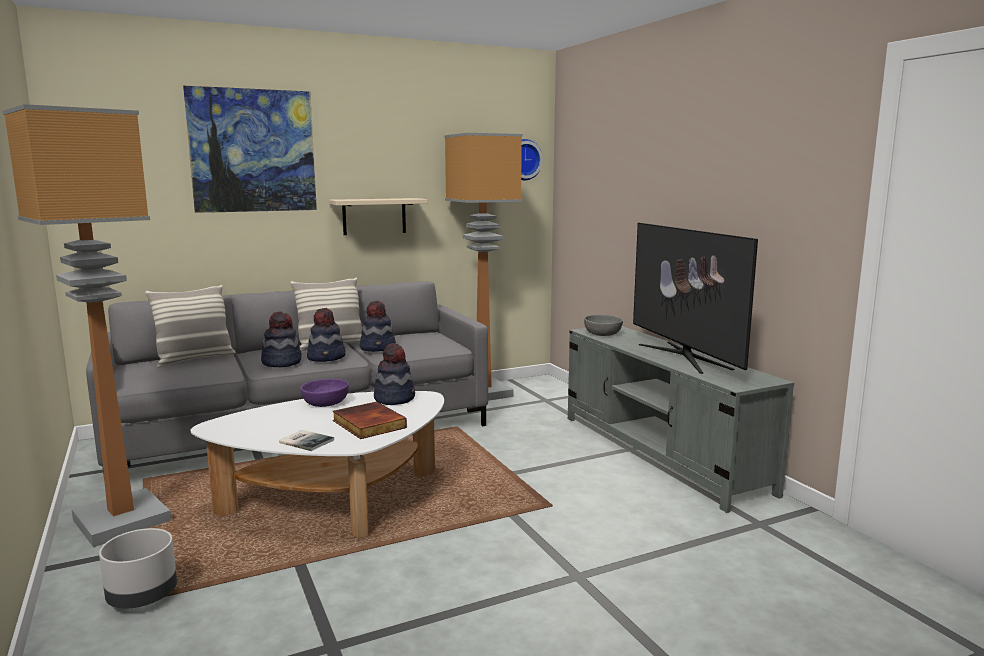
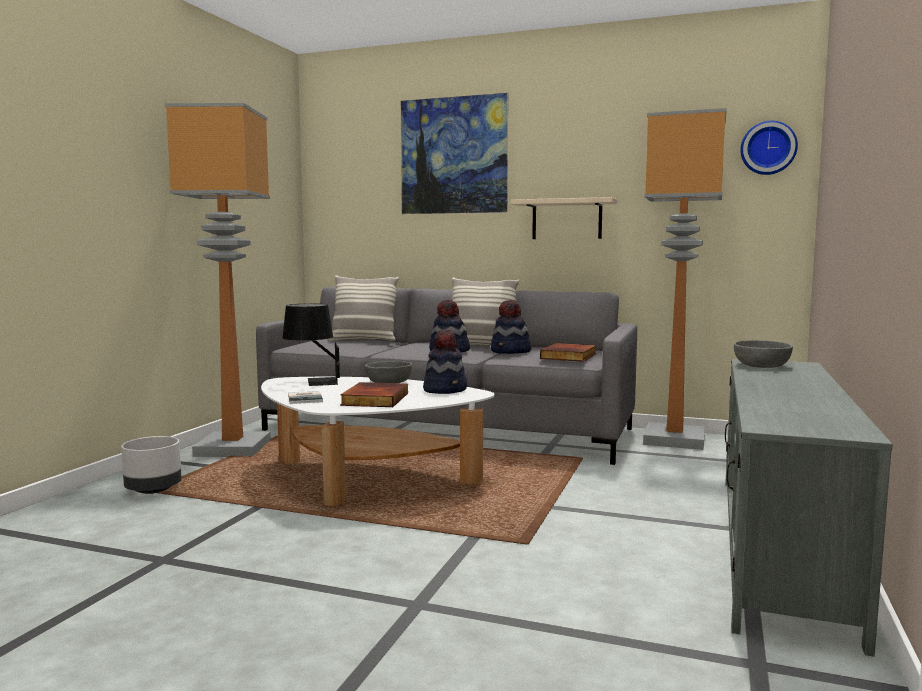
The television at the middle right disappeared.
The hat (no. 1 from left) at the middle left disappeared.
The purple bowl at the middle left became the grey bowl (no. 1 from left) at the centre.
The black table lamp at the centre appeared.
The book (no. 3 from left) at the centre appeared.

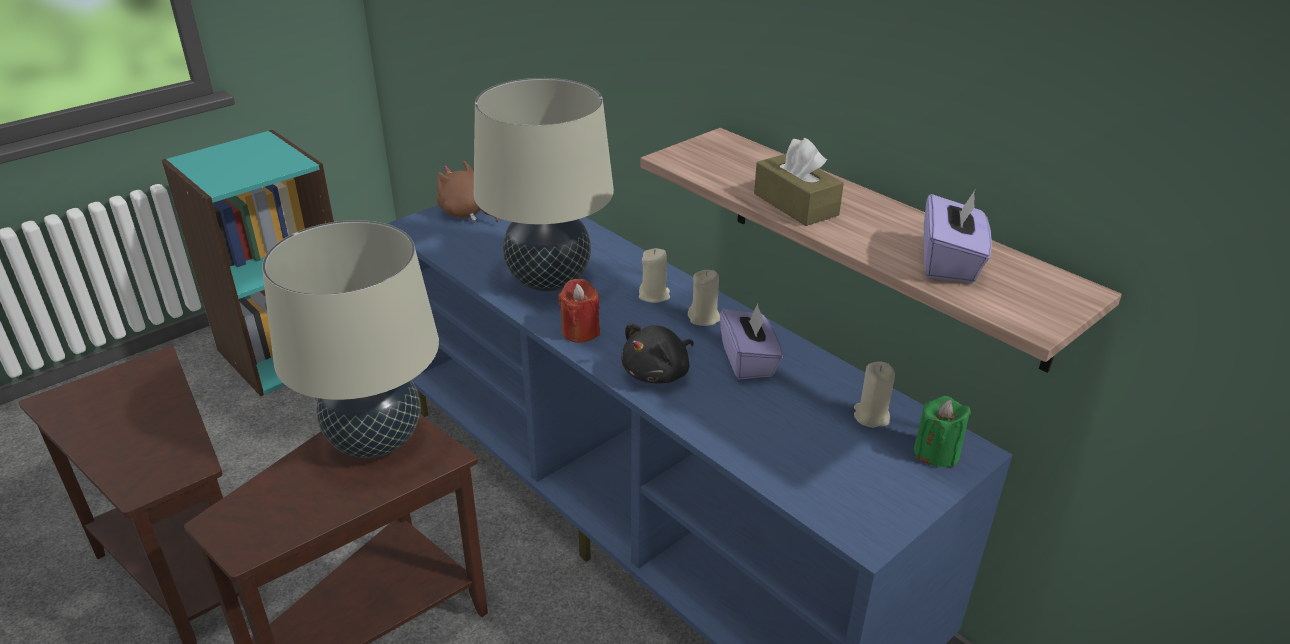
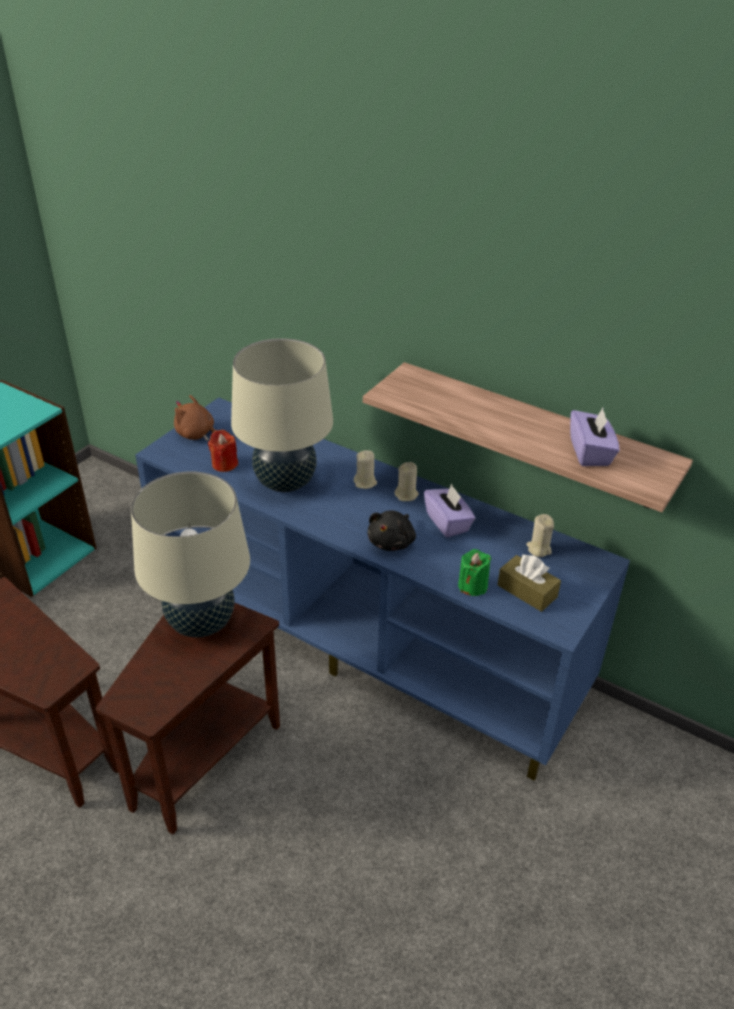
The brown tissue box moved from the top centre to the middle right.
The red candle moved from the centre to the middle left.
The green candle moved from the bottom right to the centre.

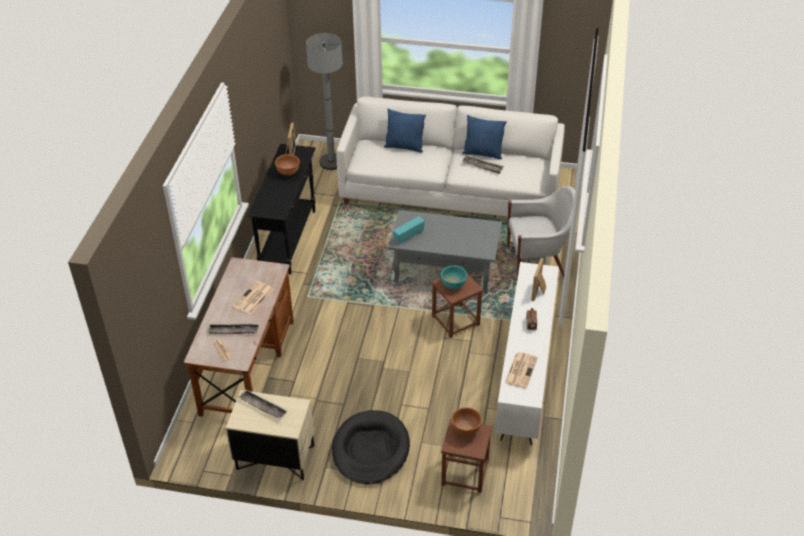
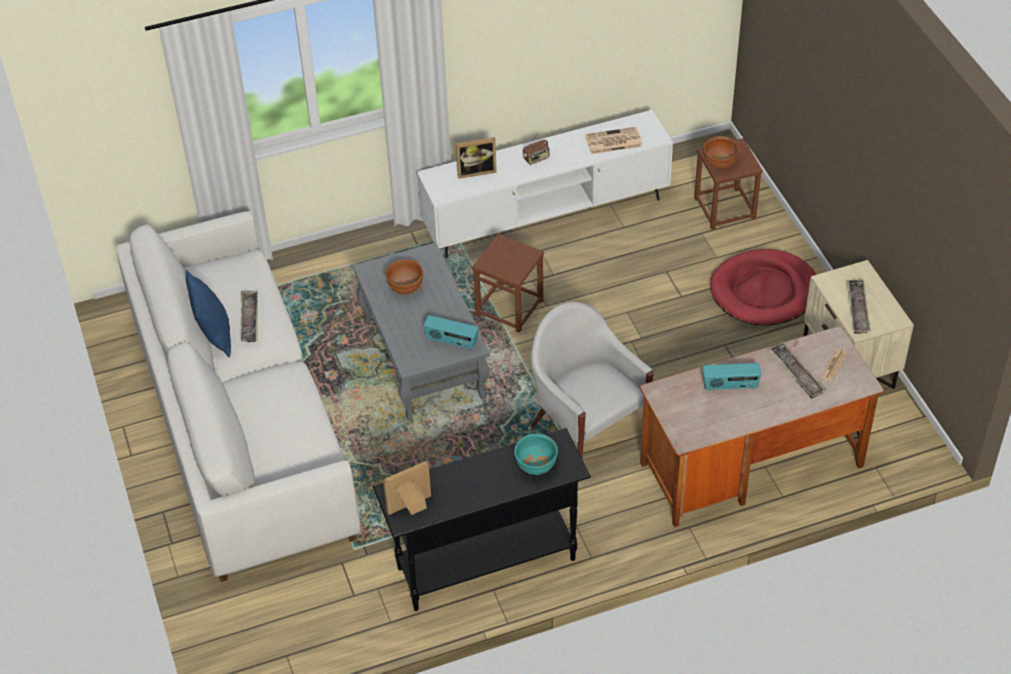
The grey floor lamp at the top centre disappeared.
The blue pillow (no. 1 from left) at the top centre disappeared.
The brown bowl (no. 1 from left) moved from the top centre to the centre.
The white armchair moved from the middle right to the centre.
The turquoise bowl moved from the centre to the bottom centre.
The newspaper (no. 2 from left) at the middle left was replaced by the radio (no. 3 from left) at the middle right.
The black dog bed at the bottom centre became the red dog bed at the middle right.

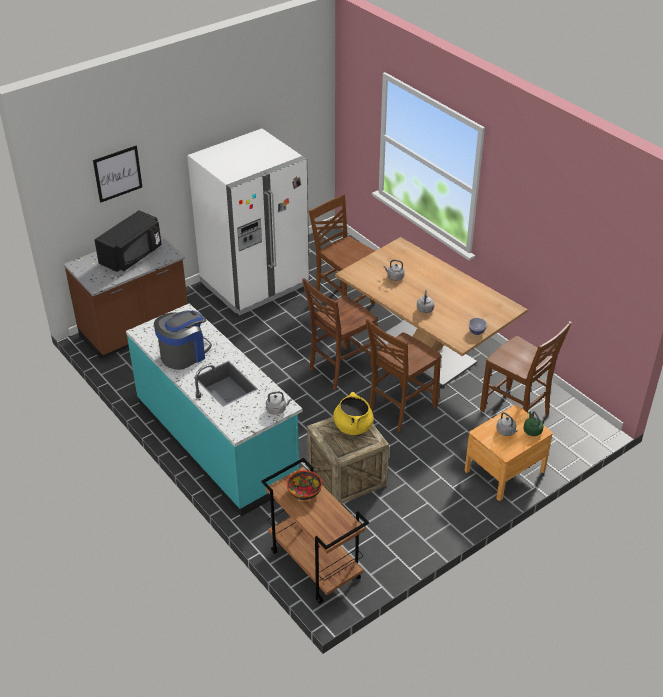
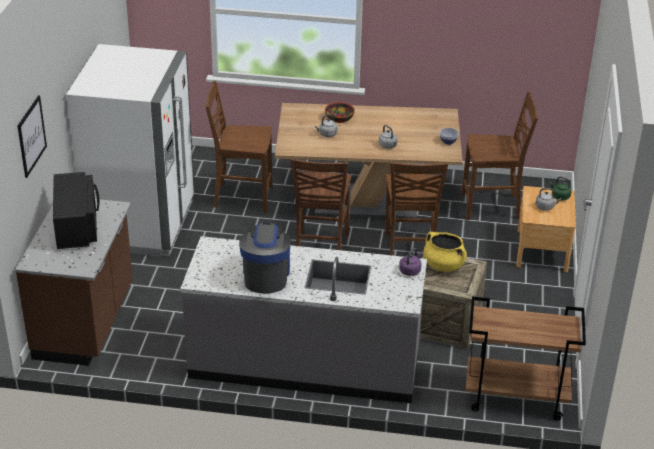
The turquoise counter at the middle left became the grey counter at the bottom centre.
The grey kettle (no. 1 from left) at the centre became the purple kettle at the centre.
The bowl (no. 1 from left) moved from the bottom centre to the top centre.

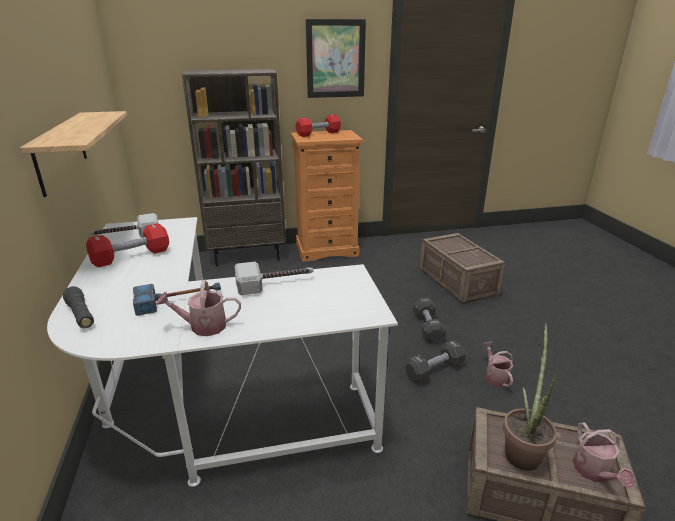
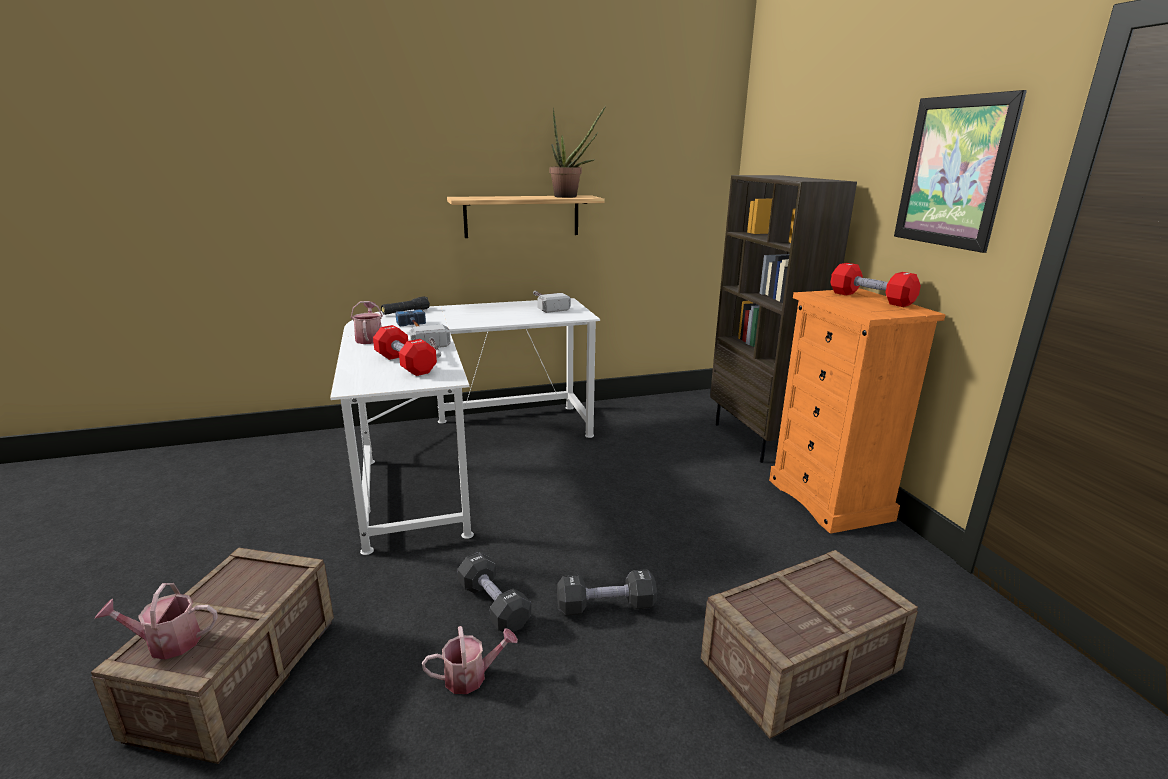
The red dumbbell (no. 1 from left) moved from the middle left to the centre.
The potted plant moved from the bottom right to the top centre.

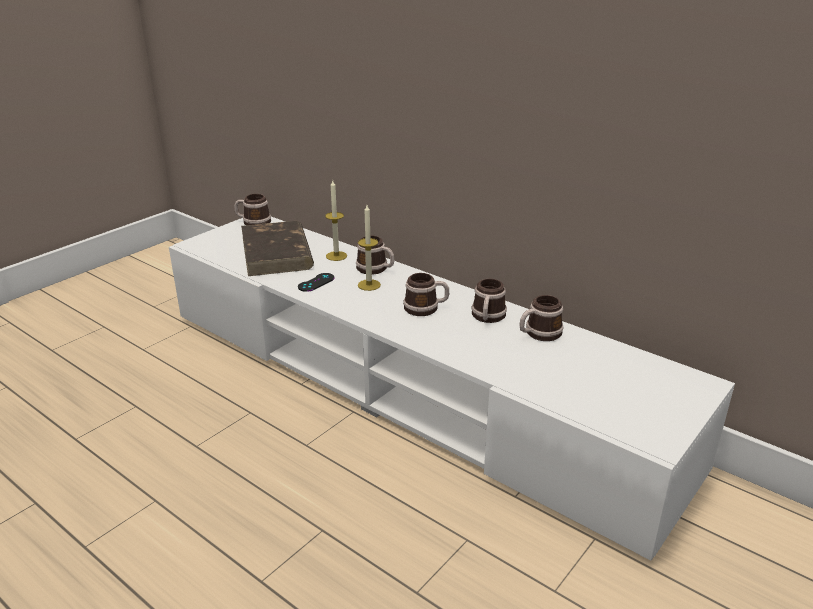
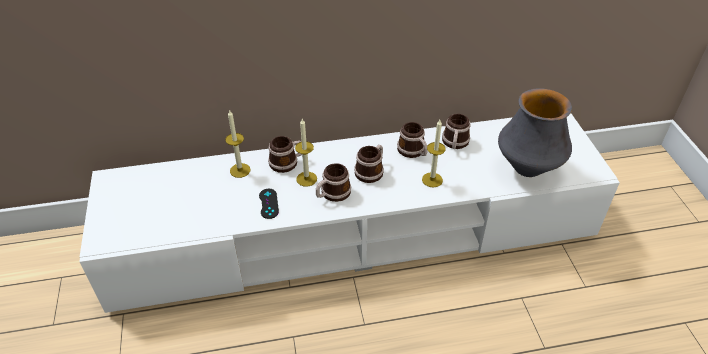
The mug (no. 1 from left in the first image) moved from the middle left to the centre.
The brown book at the centre disappeared.
The vase at the middle right appeared.
The candle (no. 3 from left) at the centre appeared.

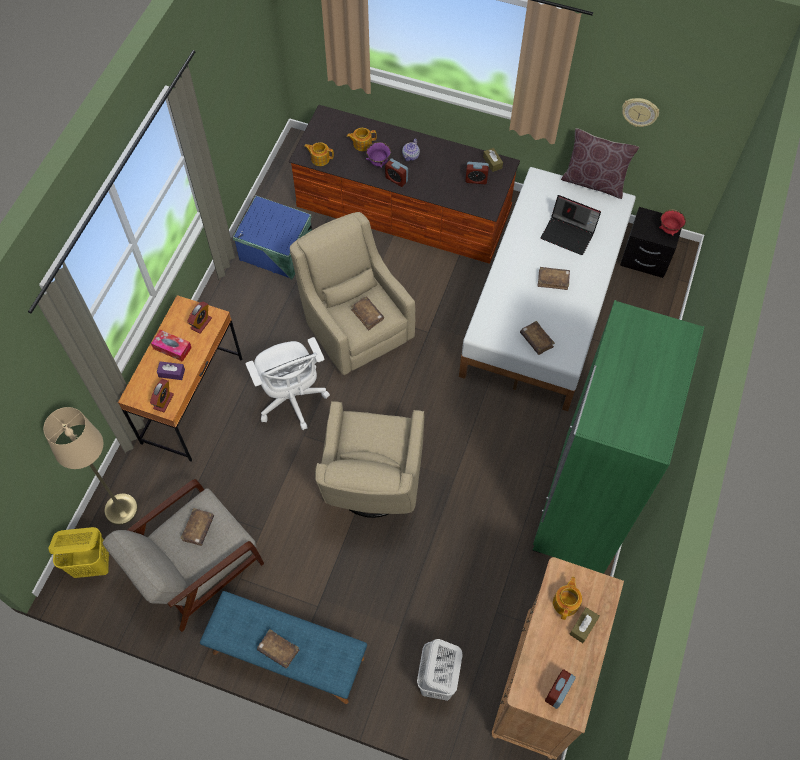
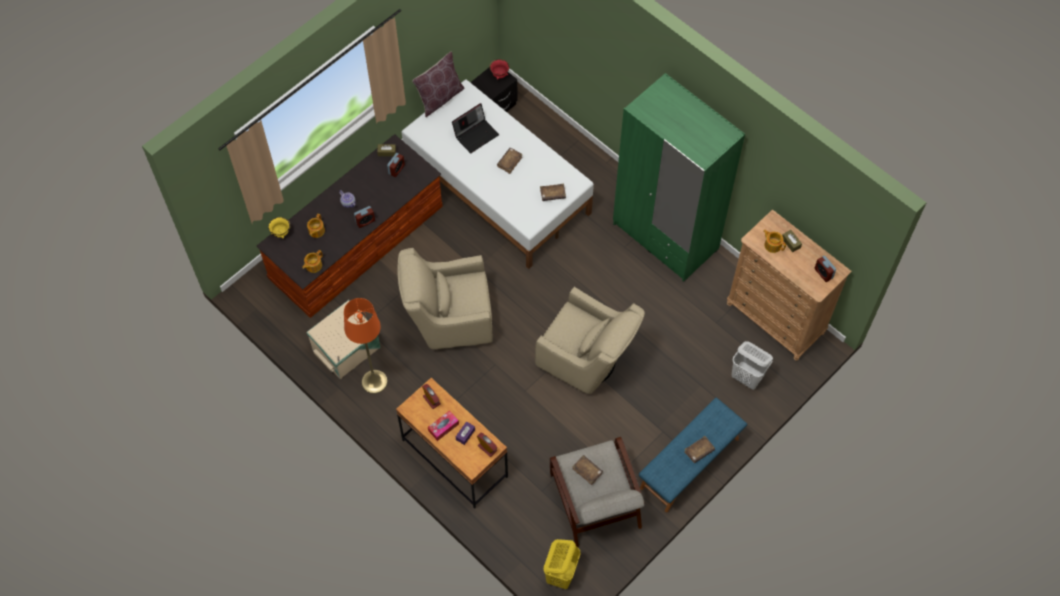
The wall clock at the top right disappeared.
The purple bowl at the top centre disappeared.
The blue storage box at the top centre became the beige storage box at the middle left.
The brown book (no. 3 from left) at the centre disappeared.
The white office chair at the centre disappeared.
The beige floor lamp at the middle left disappeared.
The yellow bowl at the middle left appeared.
The orange floor lamp at the centre appeared.

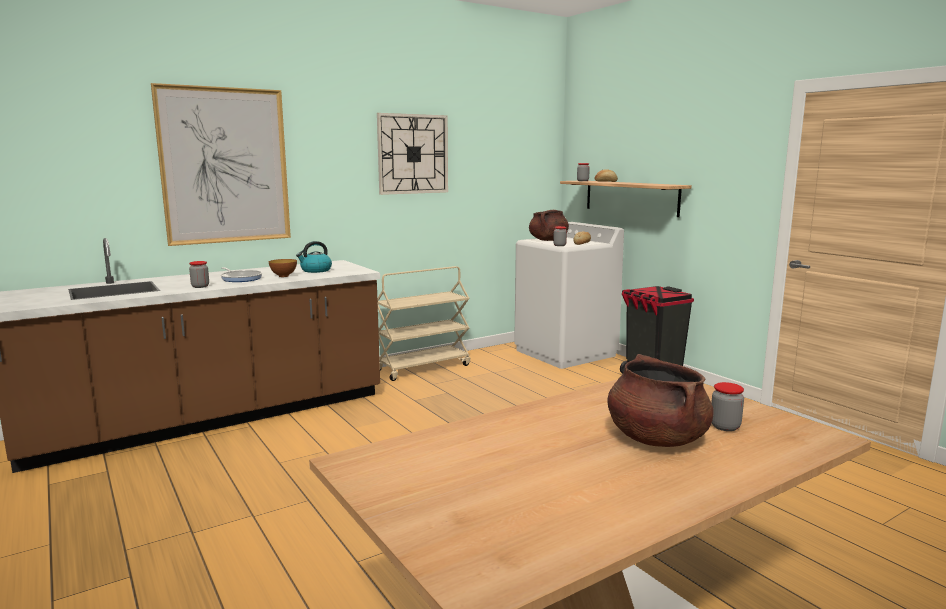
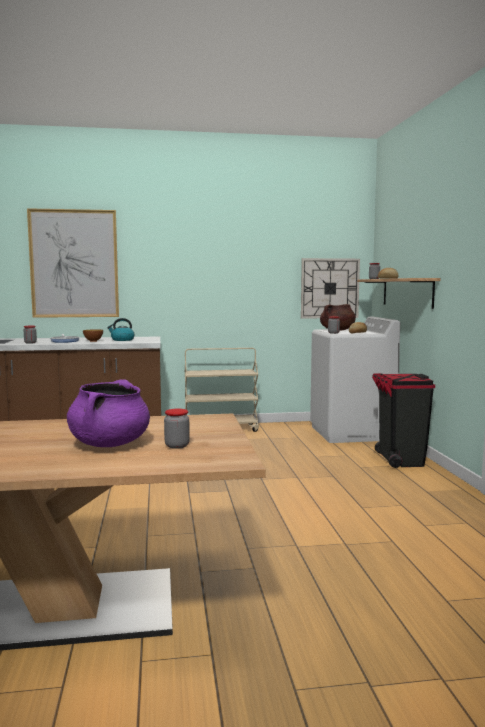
The wall clock moved from the top centre to the middle right.
The brown cooking pot (no. 2 from left) at the middle right became the purple cooking pot at the middle left.

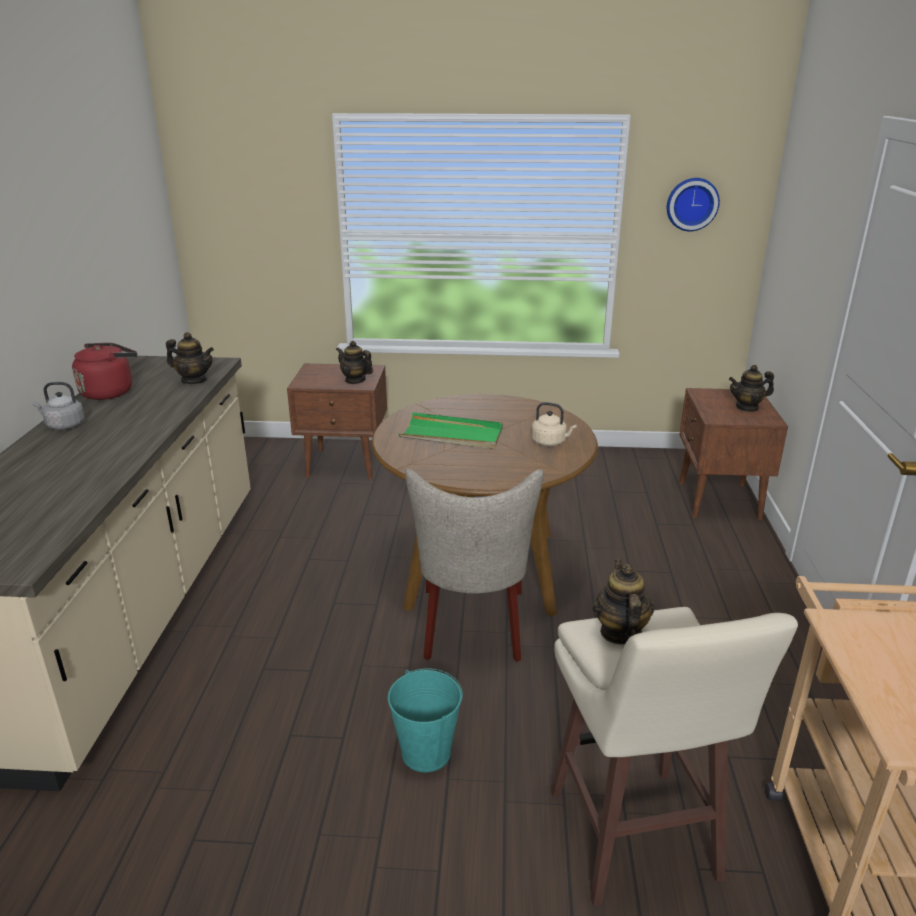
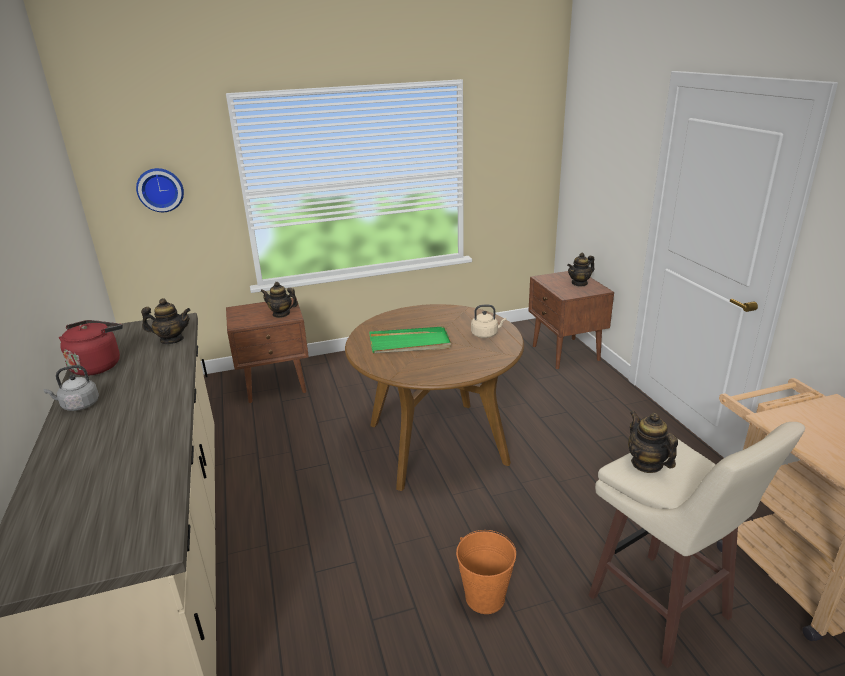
The wall clock moved from the top right to the top left.
The beige chair at the centre disappeared.
The turquoise bucket at the bottom centre became the orange bucket at the bottom centre.

